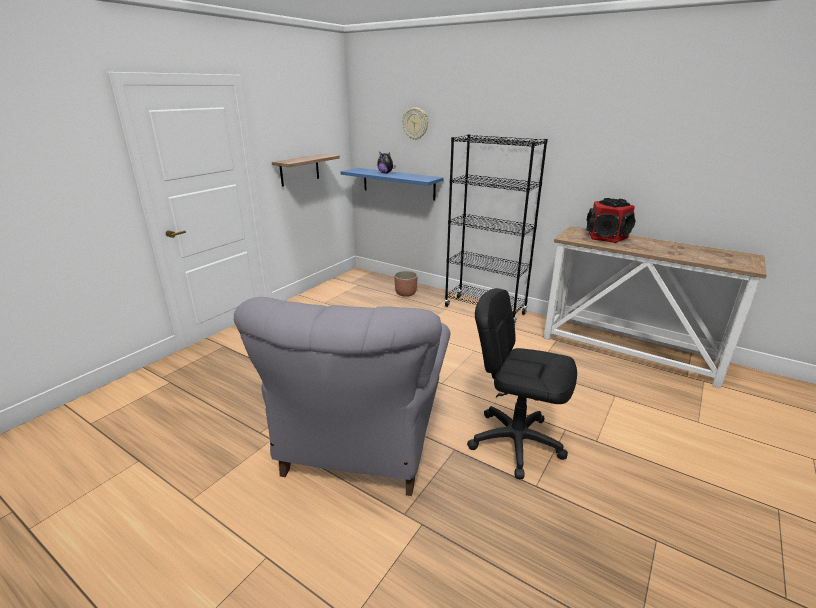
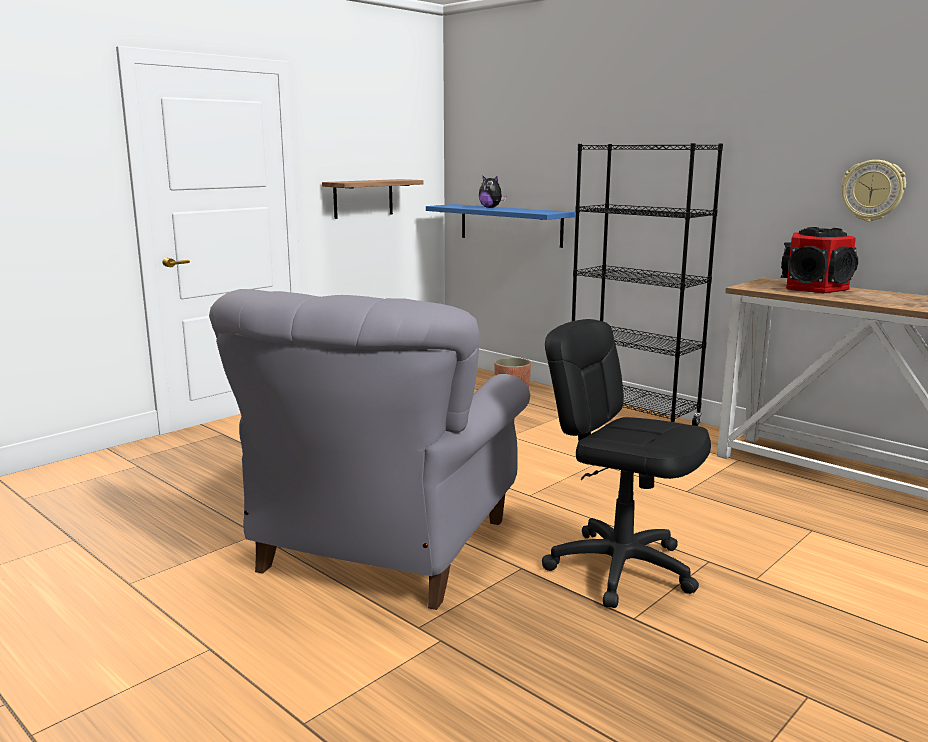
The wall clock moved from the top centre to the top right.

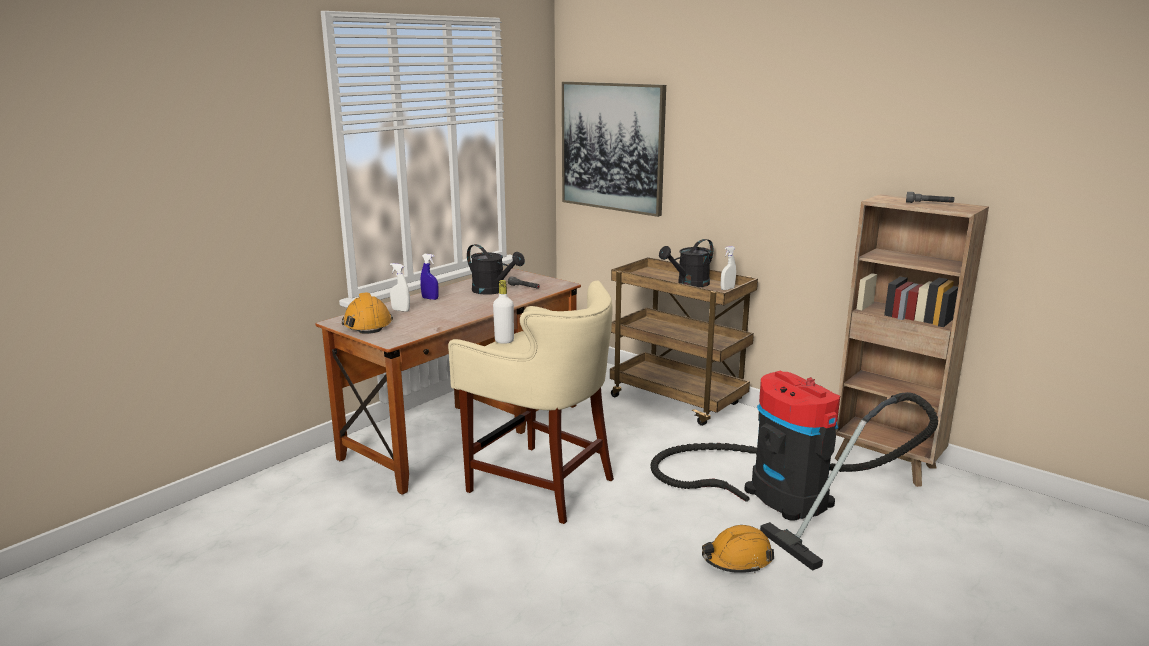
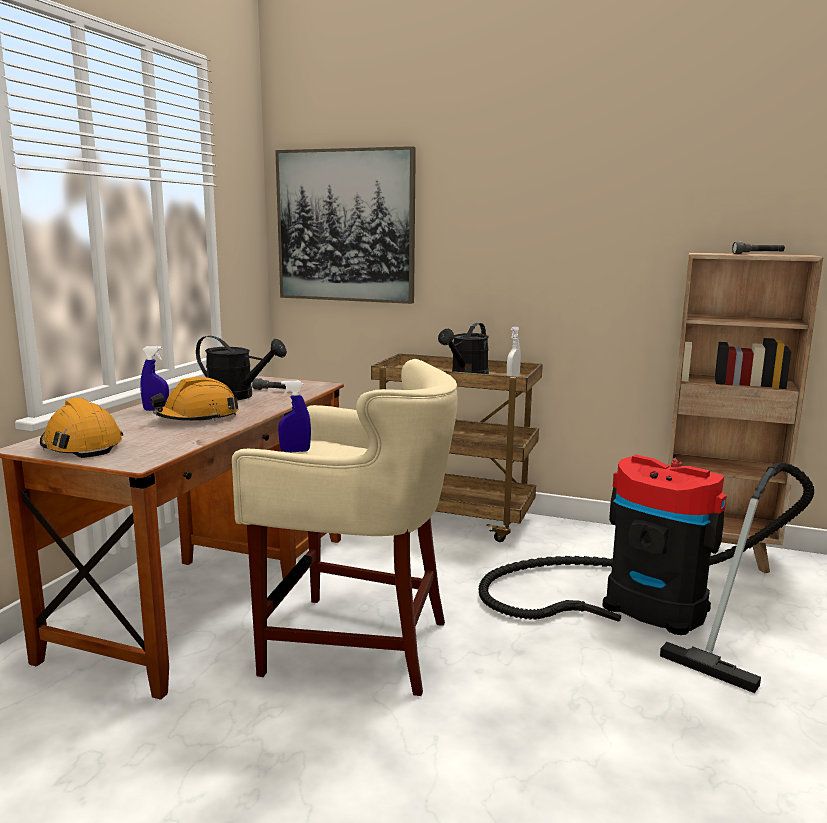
The white spray bottle (no. 1 from left) at the centre disappeared.
The white bottle at the centre was replaced by the blue spray bottle (no. 2 from left) at the centre.
The orange hard hat (no. 2 from left) moved from the bottom centre to the middle left.

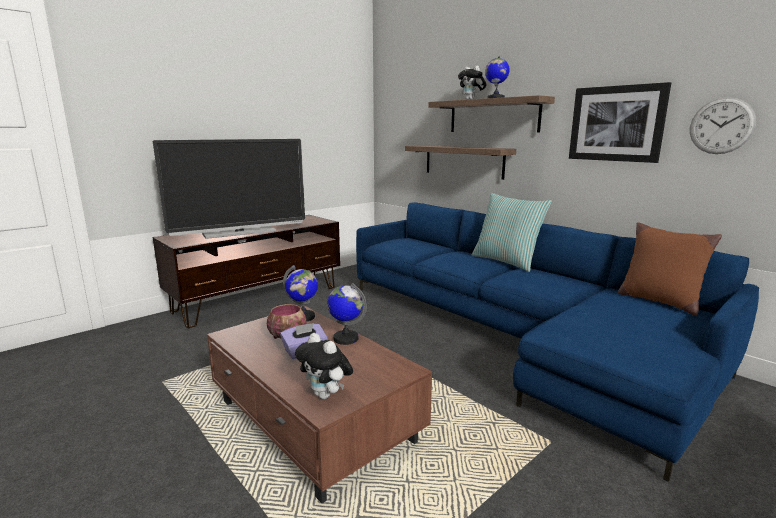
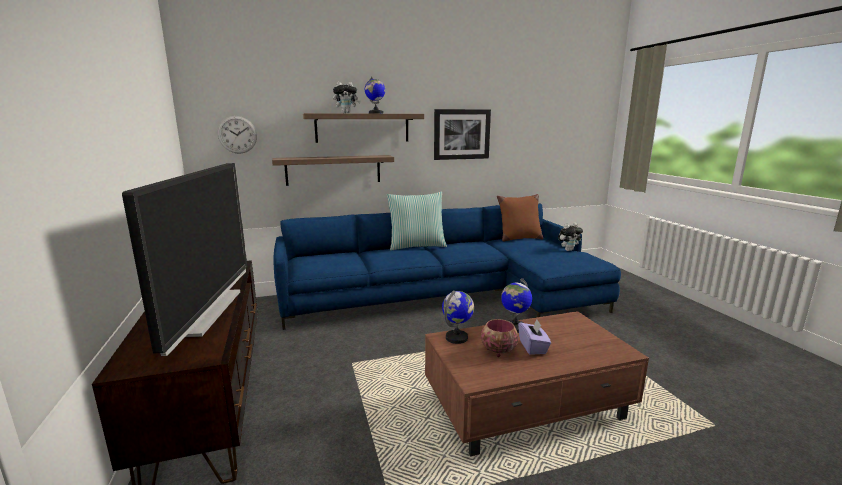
The wall clock moved from the top right to the top left.
The plush toy (no. 1 from left in the first image) moved from the bottom centre to the middle right.

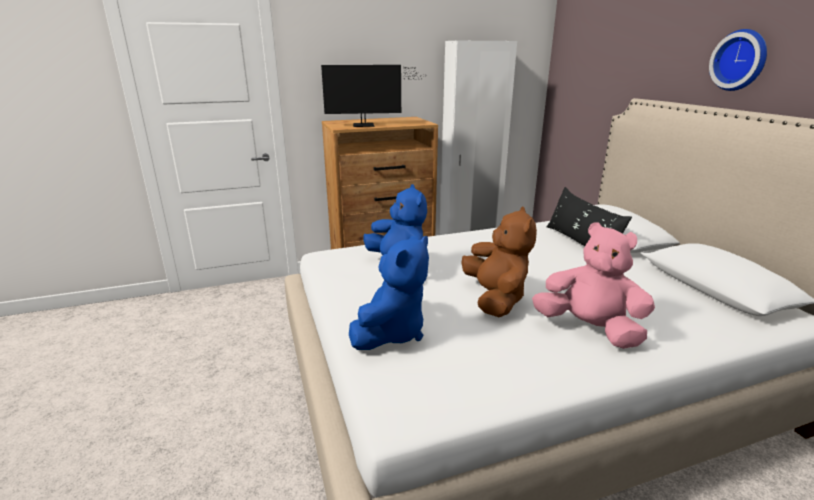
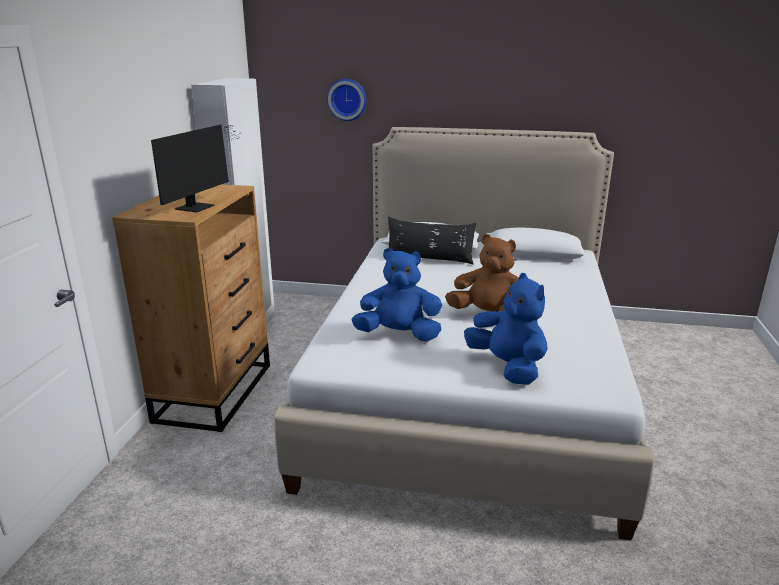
The wall clock moved from the top right to the top centre.
The pink plush toy at the middle right disappeared.

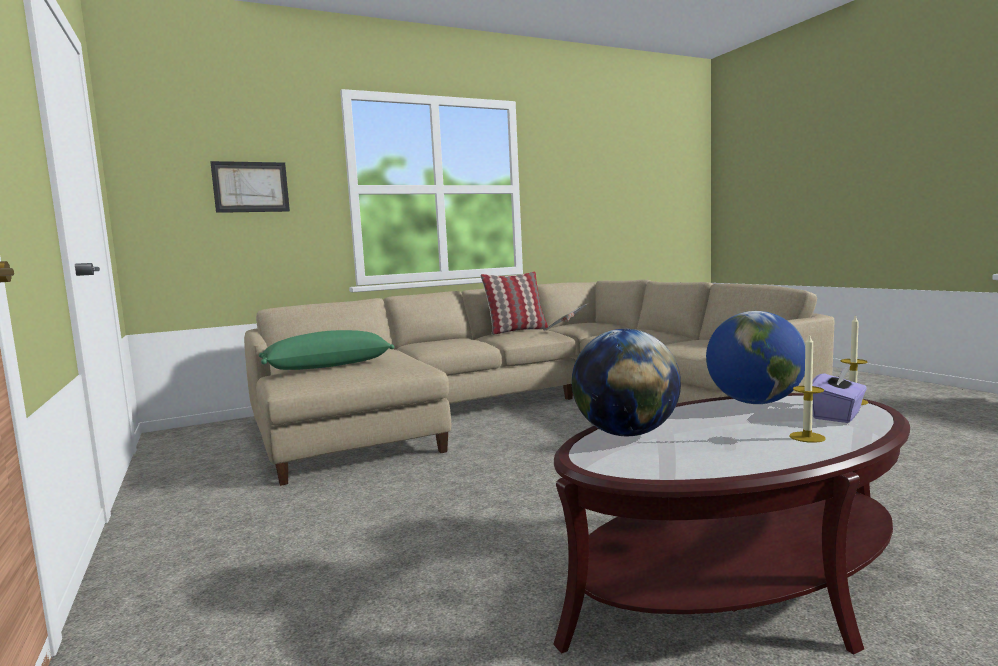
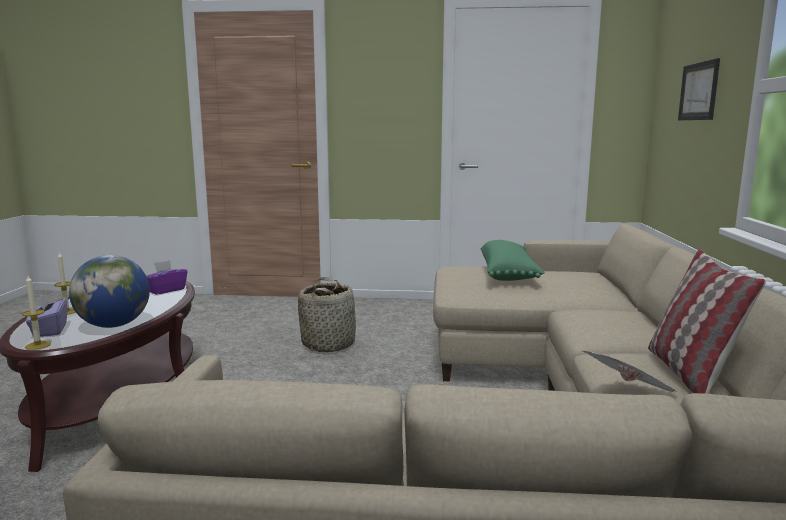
The globe (no. 1 from left) at the centre was replaced by the purple tissue box (no. 2 from left) at the middle left.
The basket at the centre appeared.

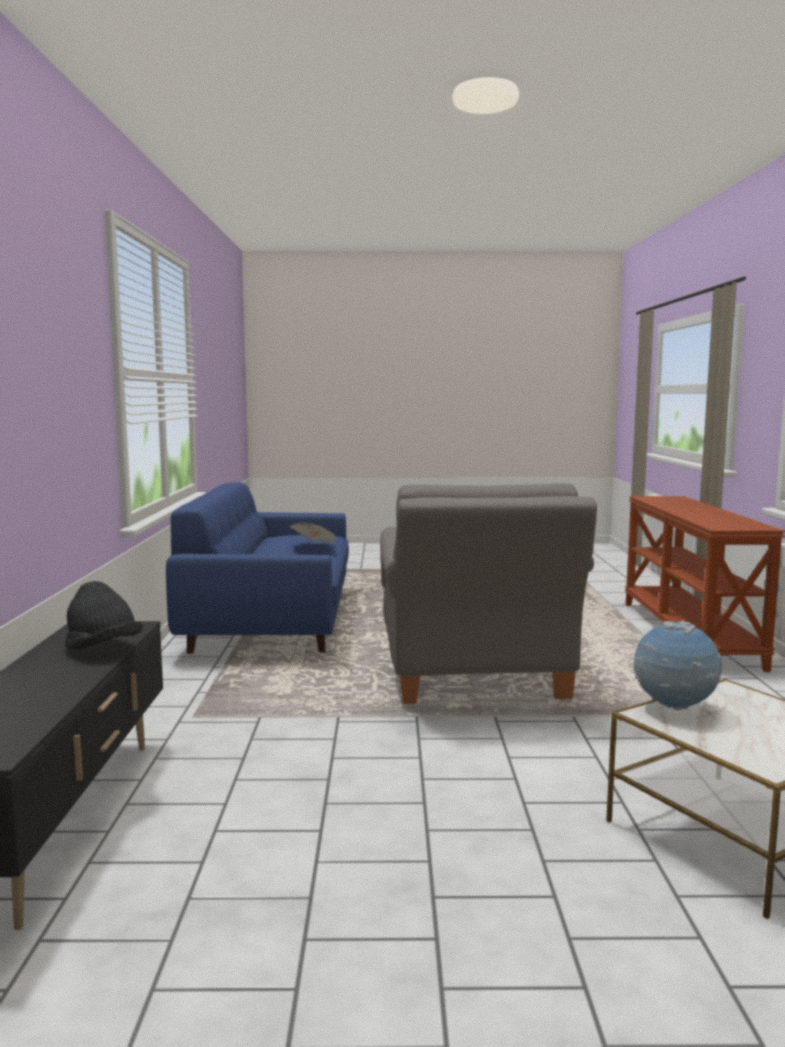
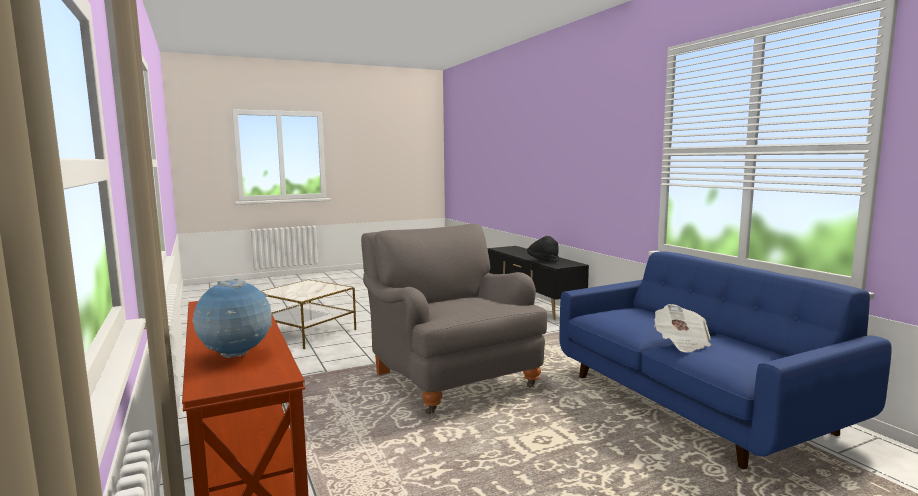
The globe moved from the middle right to the middle left.

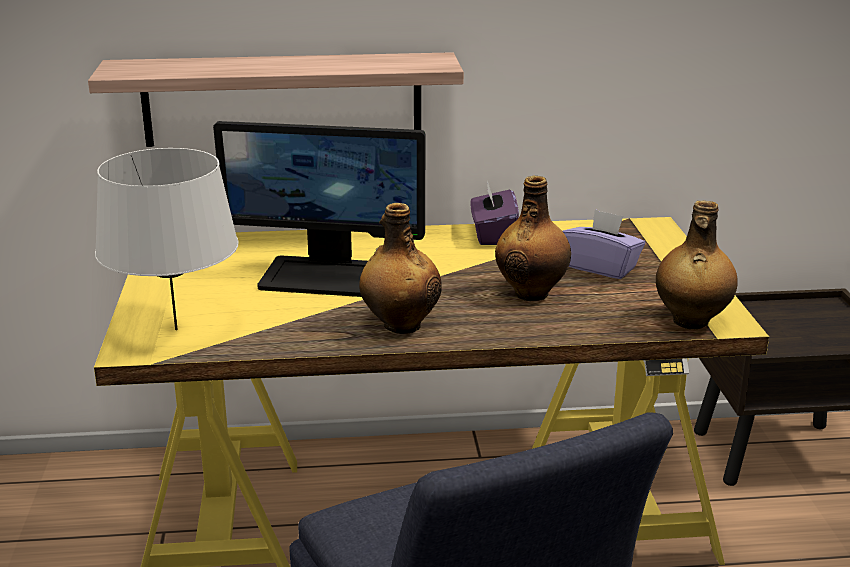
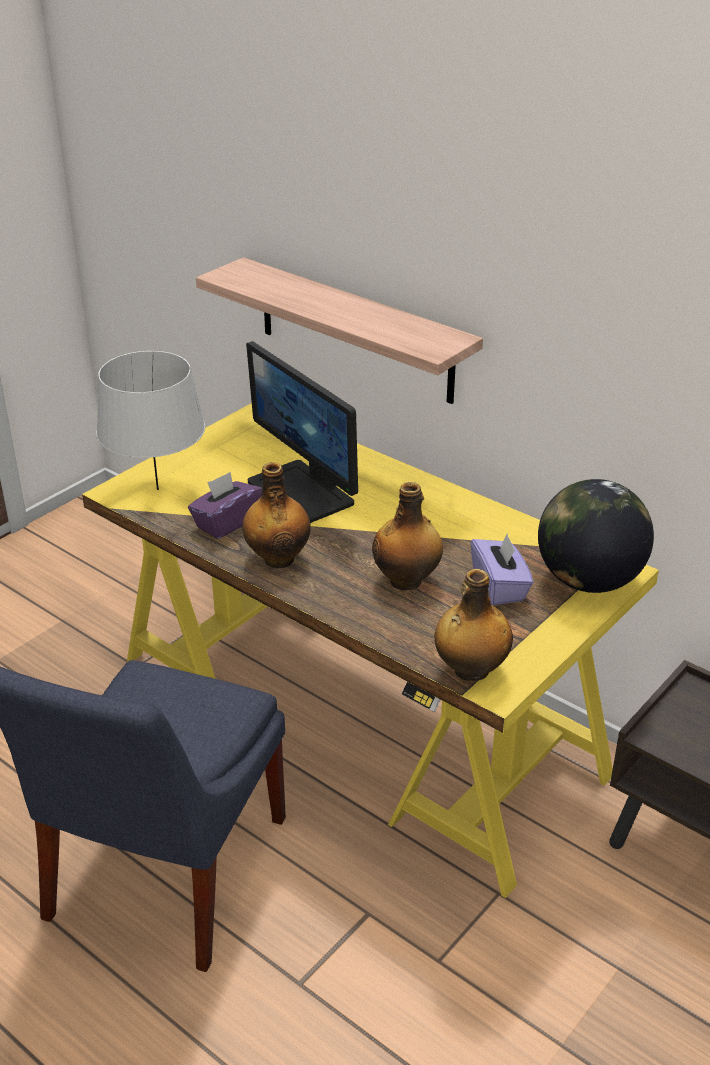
The purple tissue box (no. 1 from left) moved from the centre to the middle left.
The globe at the middle right appeared.

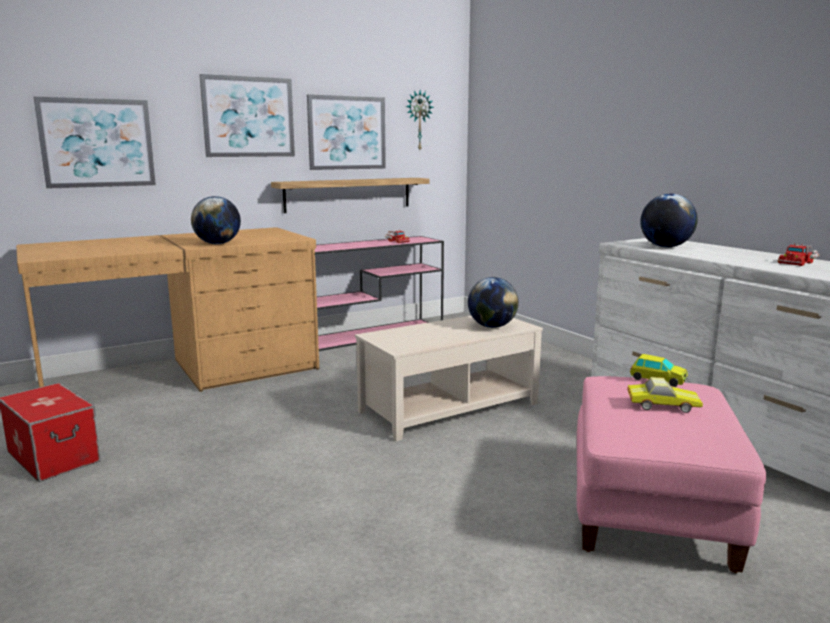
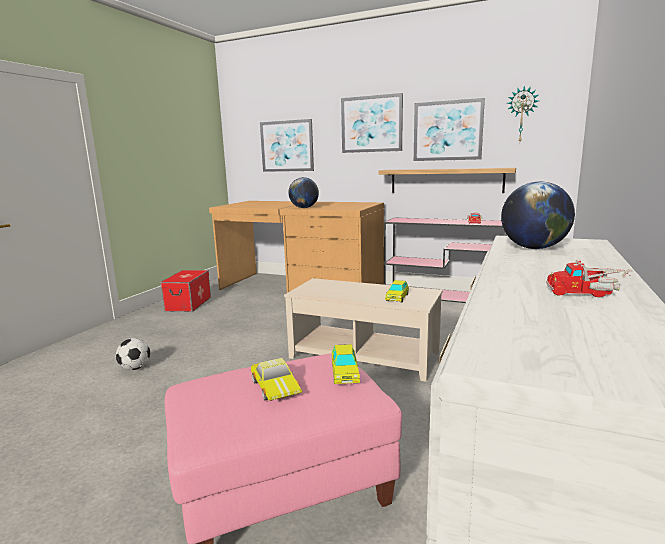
The globe (no. 2 from left) at the centre was replaced by the toy car (no. 3 from left) at the centre.
The football at the middle left appeared.

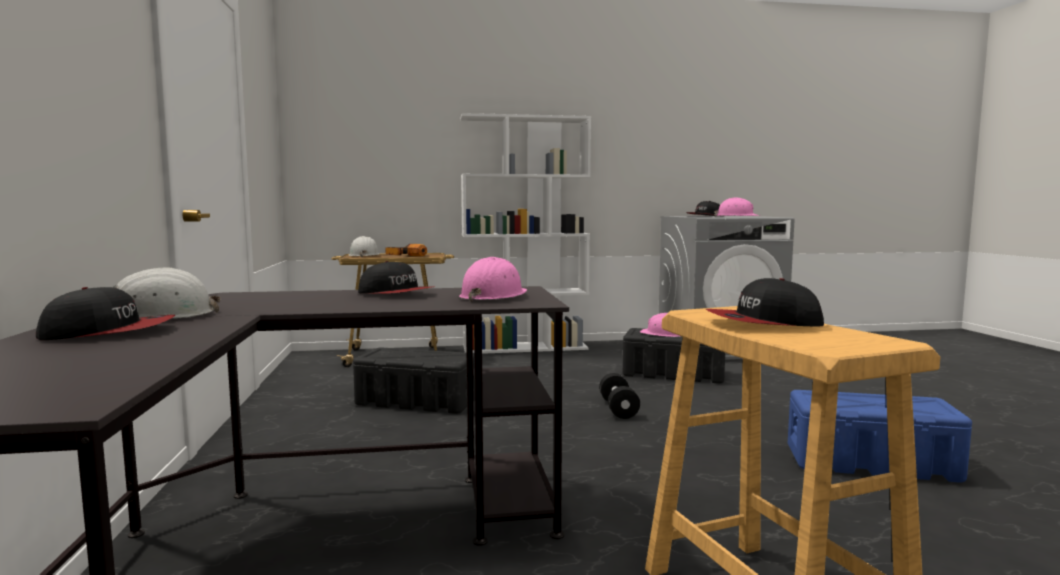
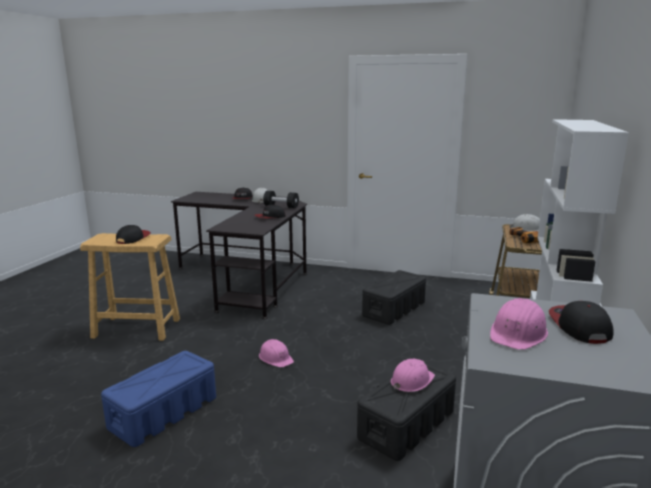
The pink hard hat (no. 1 from left) moved from the centre to the bottom centre.
The black dumbbell moved from the bottom centre to the centre.

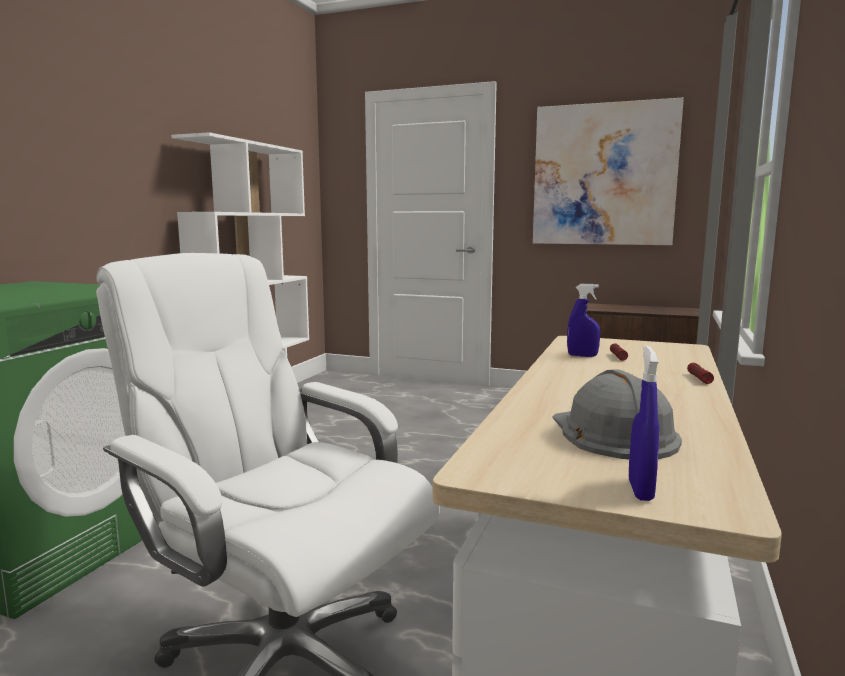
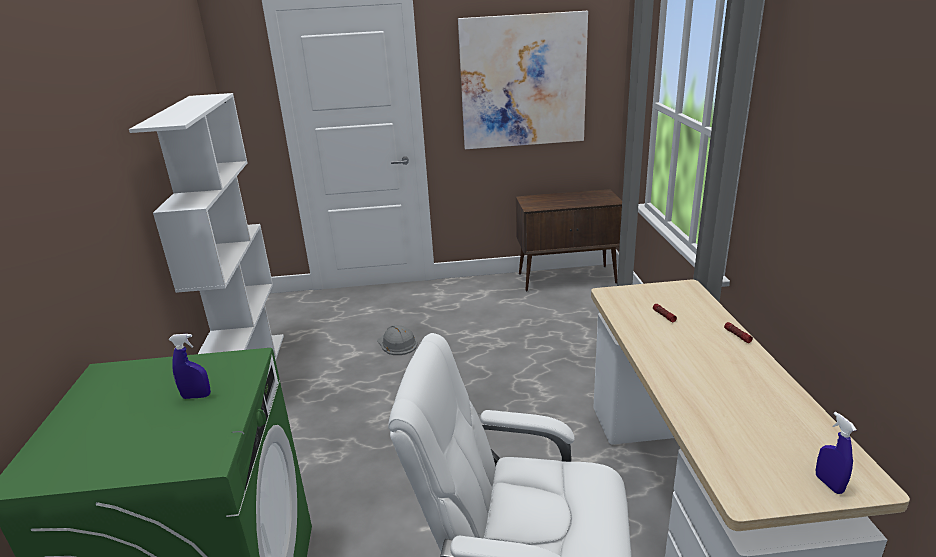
The blue spray bottle (no. 1 from left) moved from the middle right to the middle left.
The grey hard hat moved from the middle right to the centre.

